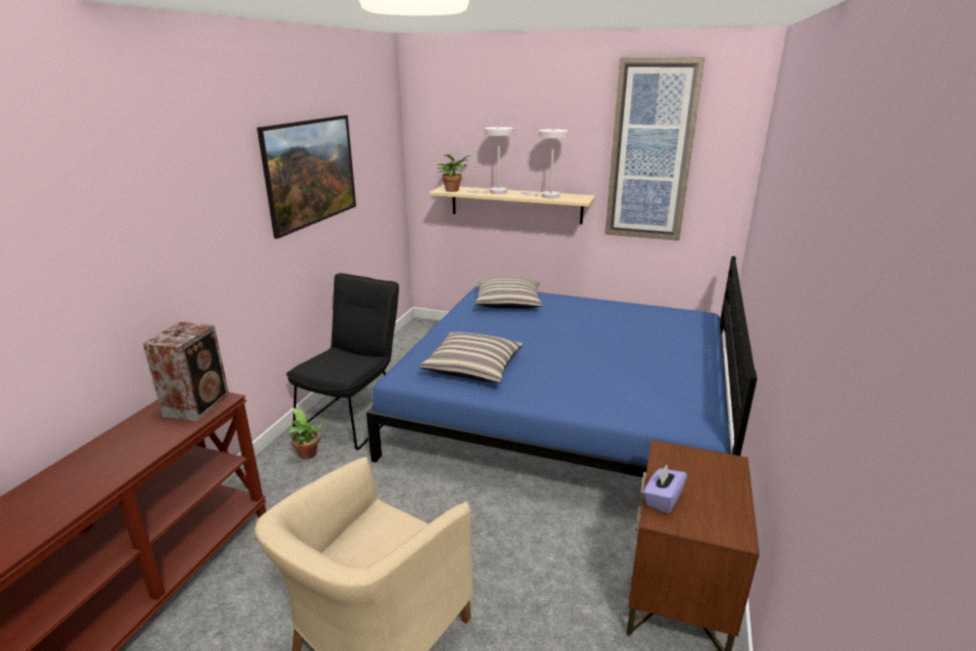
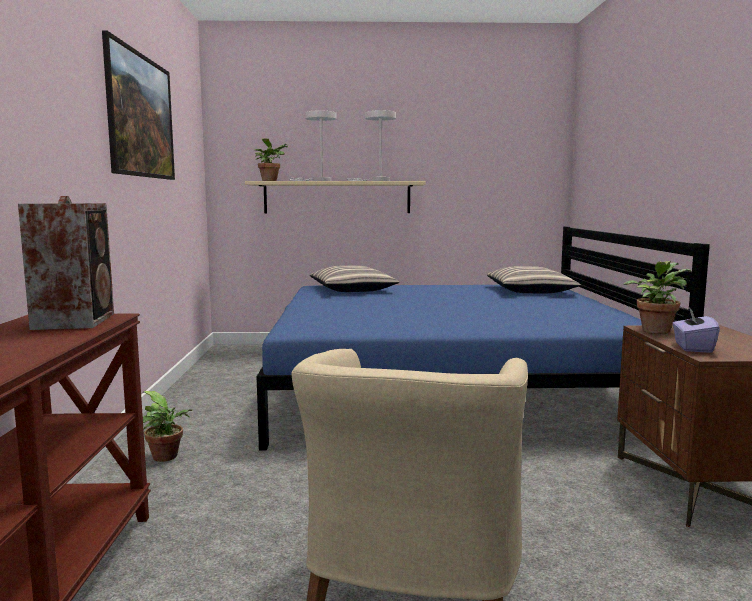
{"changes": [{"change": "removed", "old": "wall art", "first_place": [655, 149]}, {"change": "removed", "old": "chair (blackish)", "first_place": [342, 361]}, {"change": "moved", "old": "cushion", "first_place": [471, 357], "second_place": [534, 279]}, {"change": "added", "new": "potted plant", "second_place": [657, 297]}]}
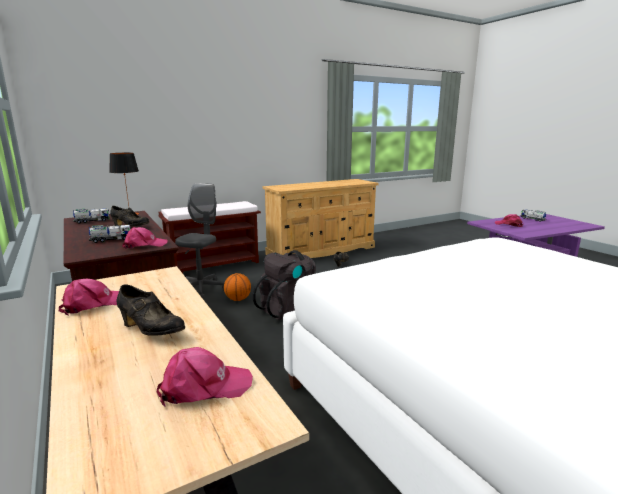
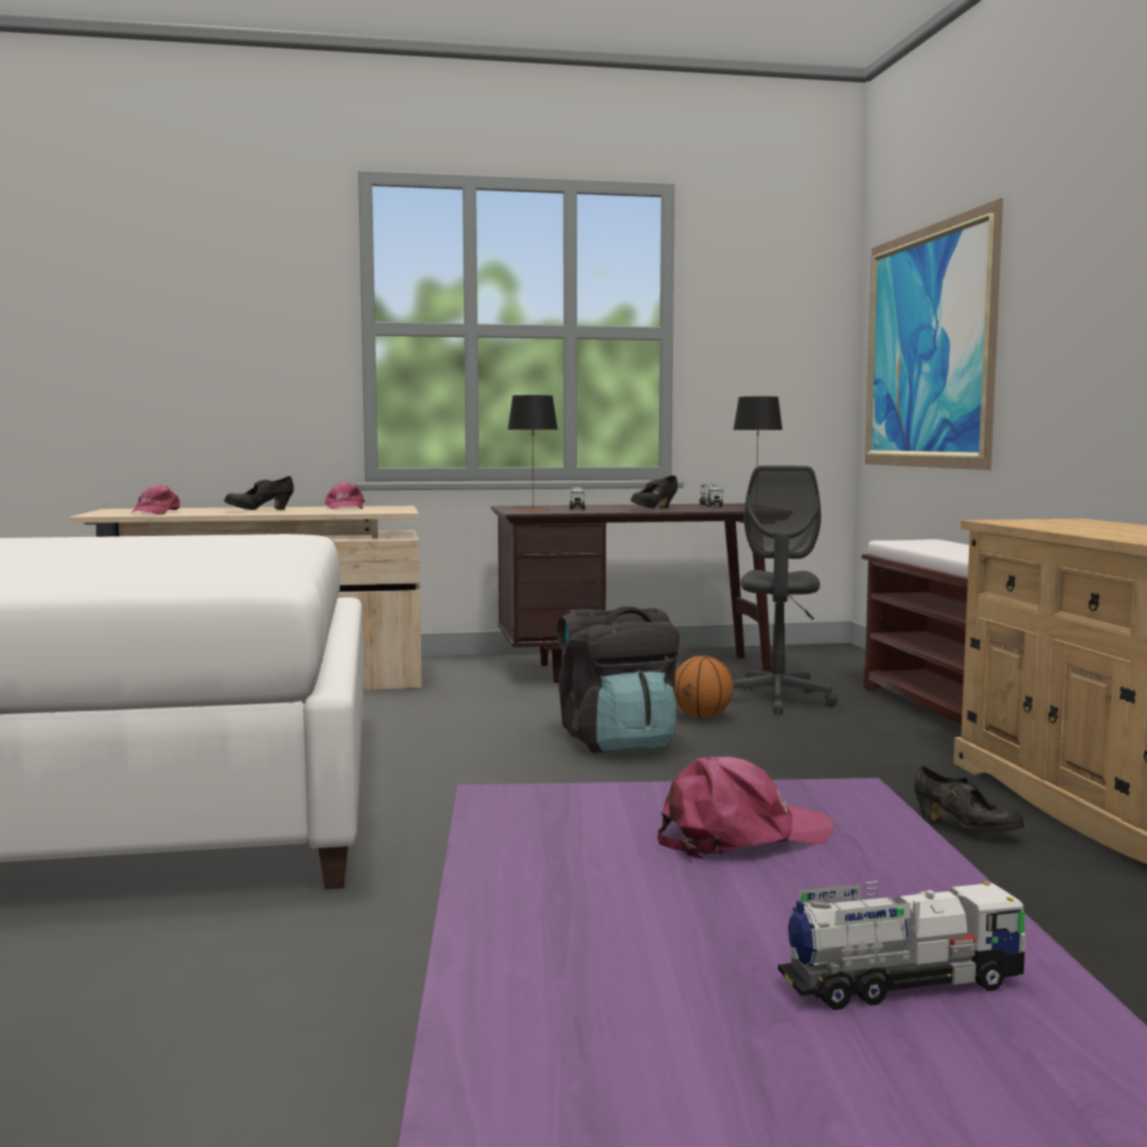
{"changes": [{"change": "turned", "old": "computer chair (grey)", "first_place": [200, 241], "second_place": [785, 590], "degrees": 60}, {"change": "replaced", "old": "baseball cap (pinkish)", "new": "tabletop lamp", "first_place": [145, 238], "second_place": [533, 453]}, {"change": "added", "new": "wall art", "second_place": [934, 334]}]}
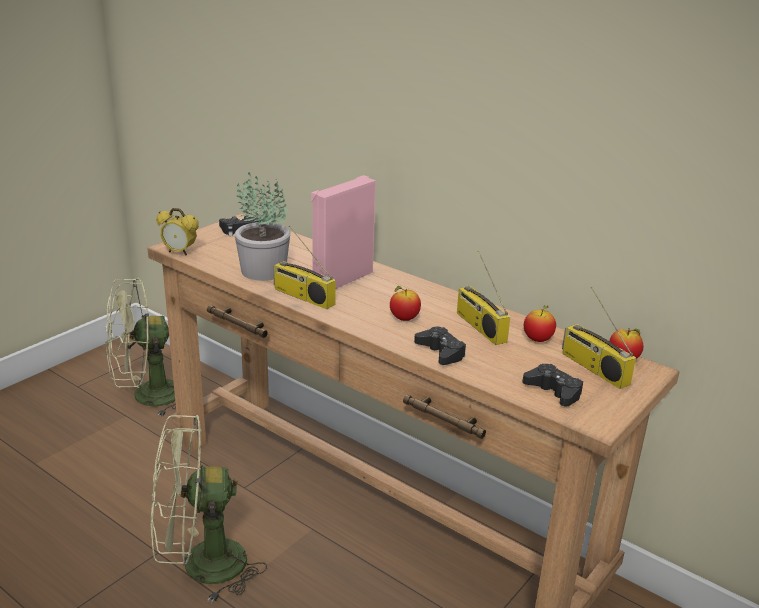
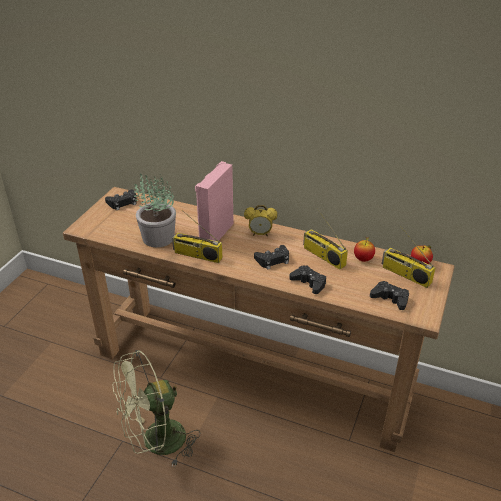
{"changes": [{"change": "moved", "old": "alarm clock", "first_place": [177, 232], "second_place": [260, 220]}, {"change": "removed", "old": "fan (green)", "first_place": [140, 347]}, {"change": "replaced", "old": "apple fruit", "new": "gamepad (blackish)", "first_place": [405, 303], "second_place": [271, 257]}]}
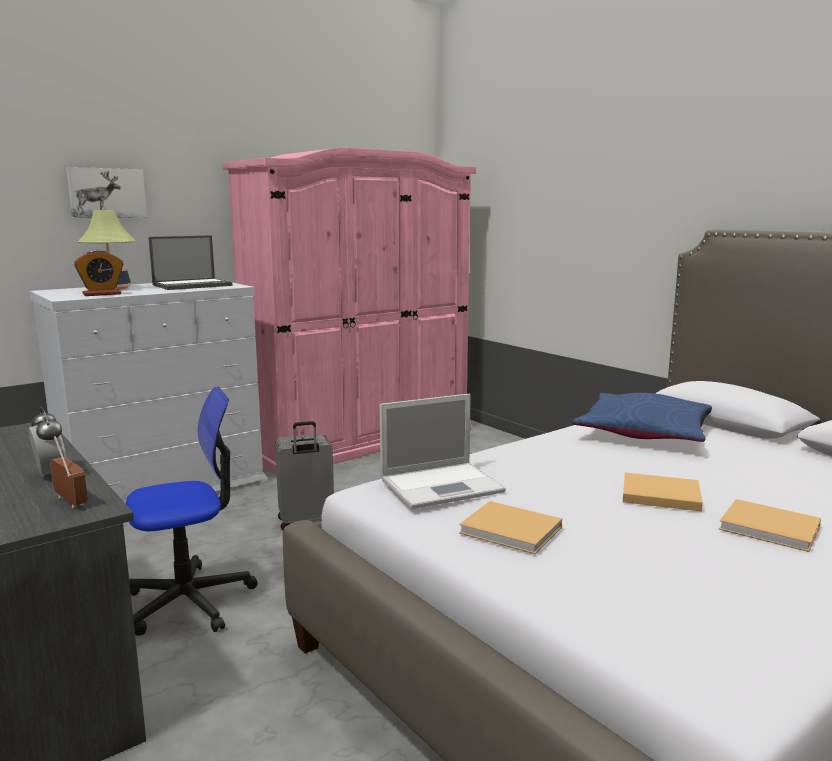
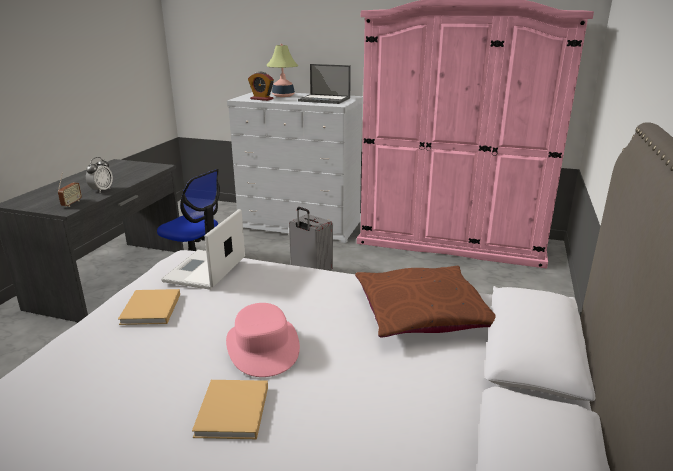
{"changes": [{"change": "removed", "old": "wall art", "first_place": [106, 192]}, {"change": "recoloured", "old": "cushion (bluish)", "new": "cushion (brownish)", "first_place": [642, 417], "second_place": [425, 301]}, {"change": "turned", "old": "laptop", "first_place": [443, 451], "second_place": [203, 249], "degrees": 75}, {"change": "replaced", "old": "book (beige)", "new": "clothing hat (pinkish)", "first_place": [663, 492], "second_place": [263, 340]}]}
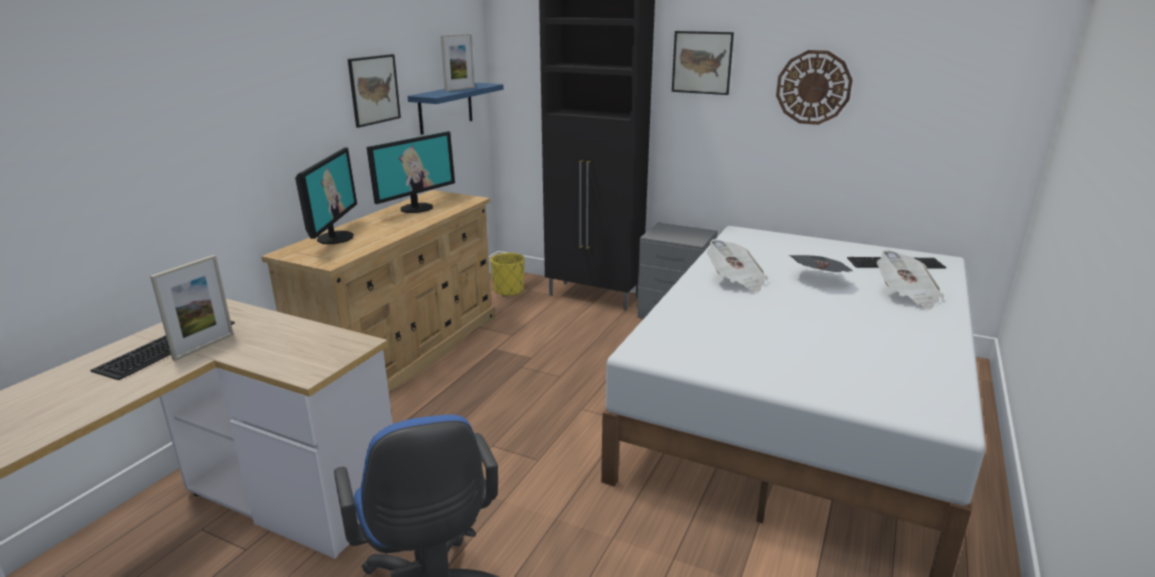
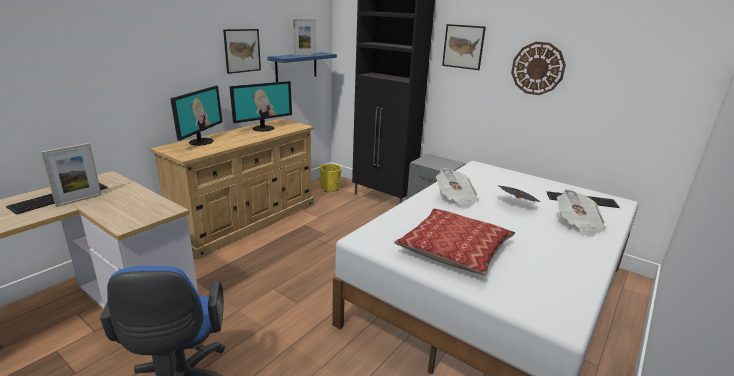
{"changes": [{"change": "added", "new": "cushion", "second_place": [454, 242]}]}
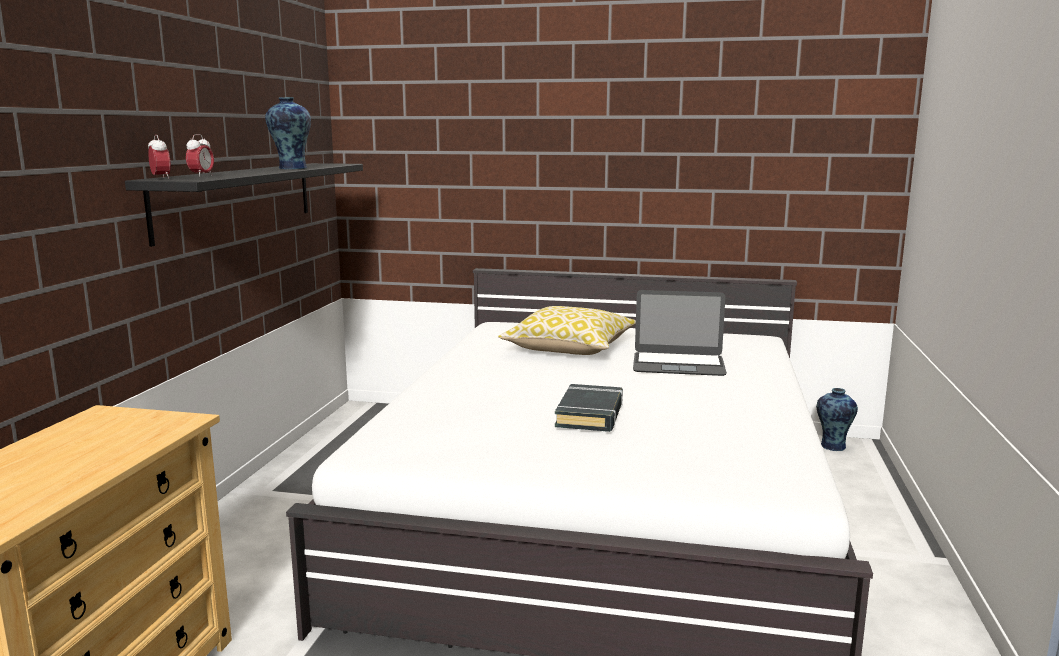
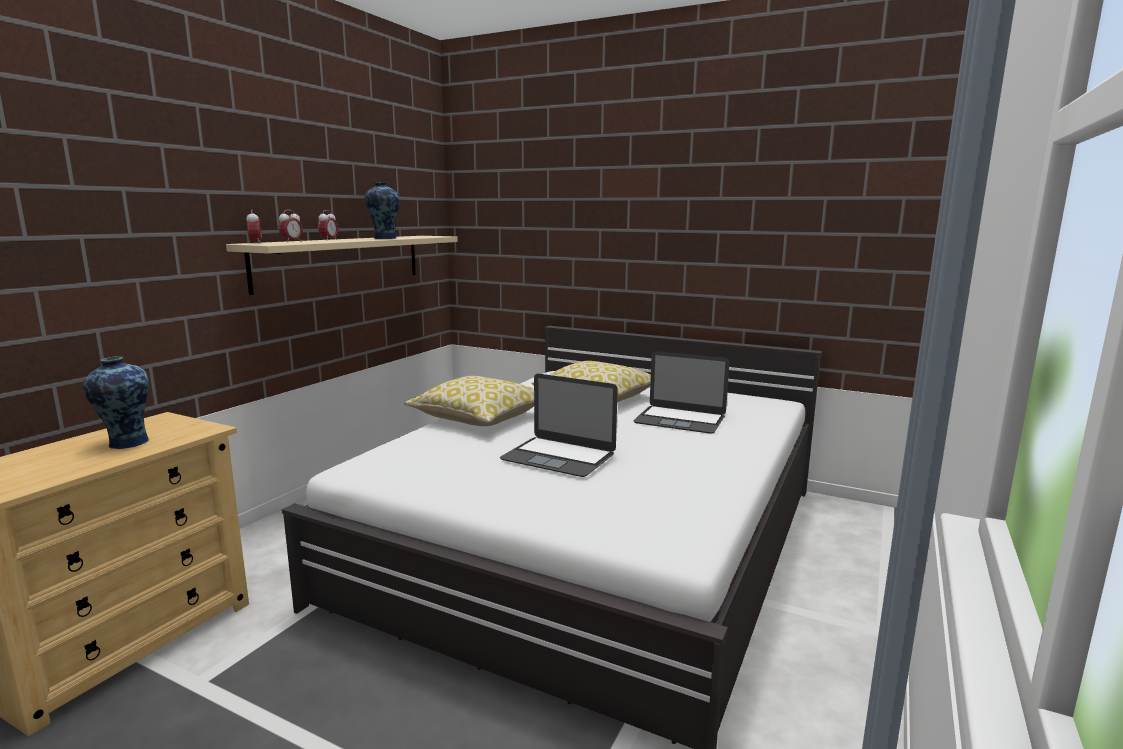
{"changes": [{"change": "recoloured", "old": "shelf (blackish)", "new": "shelf (beige)", "first_place": [244, 205], "second_place": [342, 265]}, {"change": "replaced", "old": "book (blackish)", "new": "laptop", "first_place": [589, 408], "second_place": [559, 425]}, {"change": "moved", "old": "vase", "first_place": [837, 419], "second_place": [116, 402]}, {"change": "added", "new": "alarm clock", "second_place": [328, 225]}, {"change": "added", "new": "cushion", "second_place": [469, 401]}]}
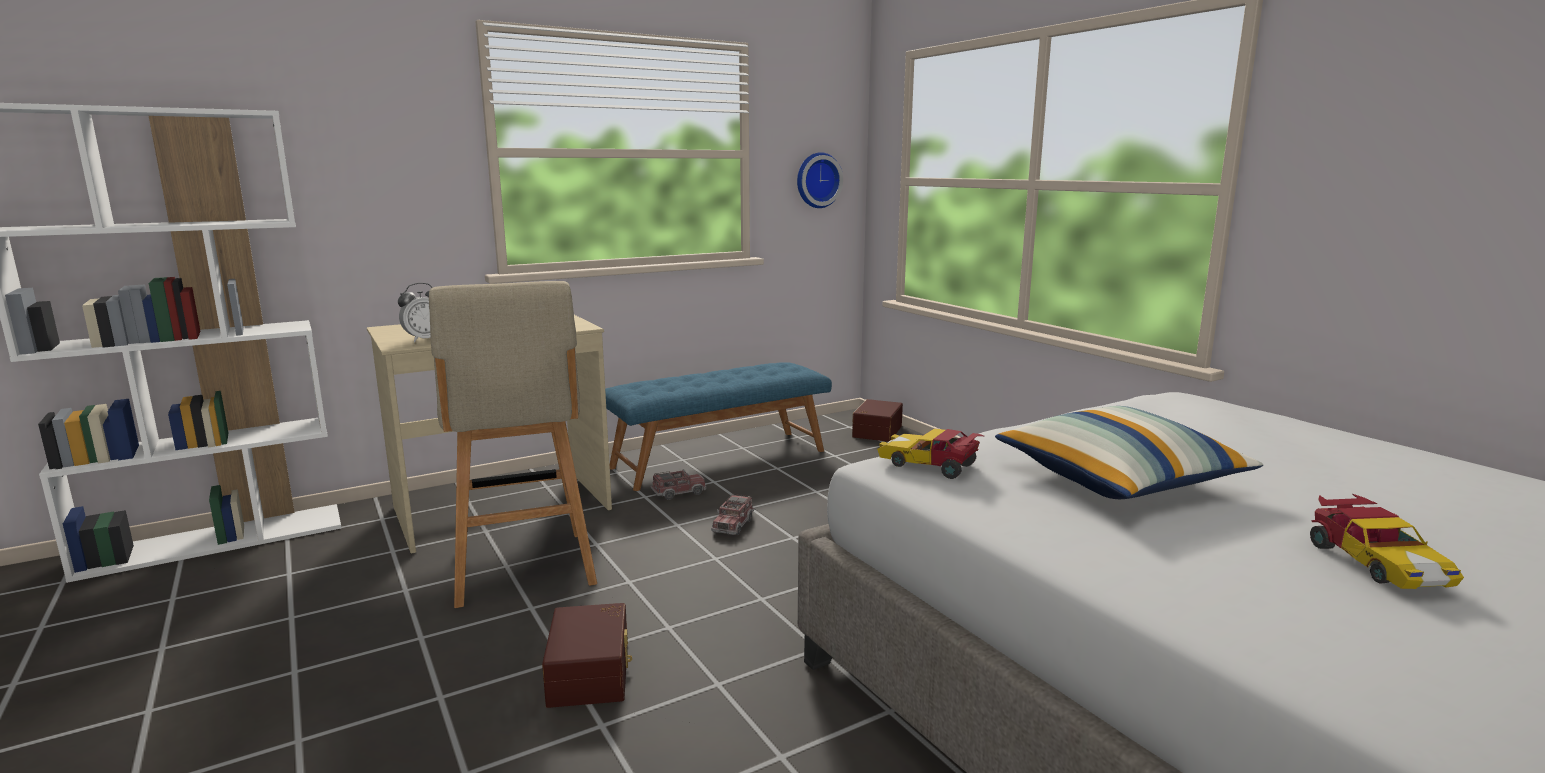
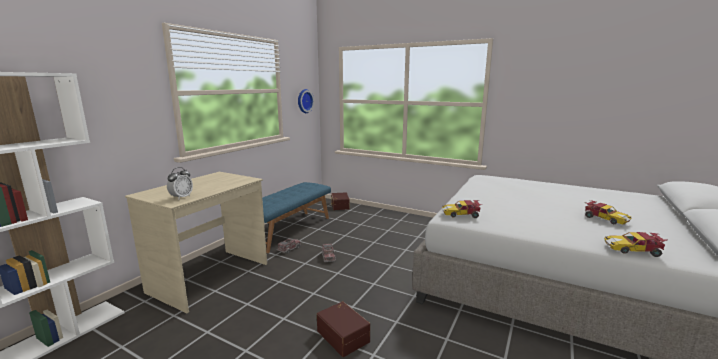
{"changes": [{"change": "removed", "old": "sitting stool (beige)", "first_place": [513, 444]}, {"change": "removed", "old": "cushion", "first_place": [1129, 452]}, {"change": "added", "new": "miniature car", "second_place": [635, 244]}]}
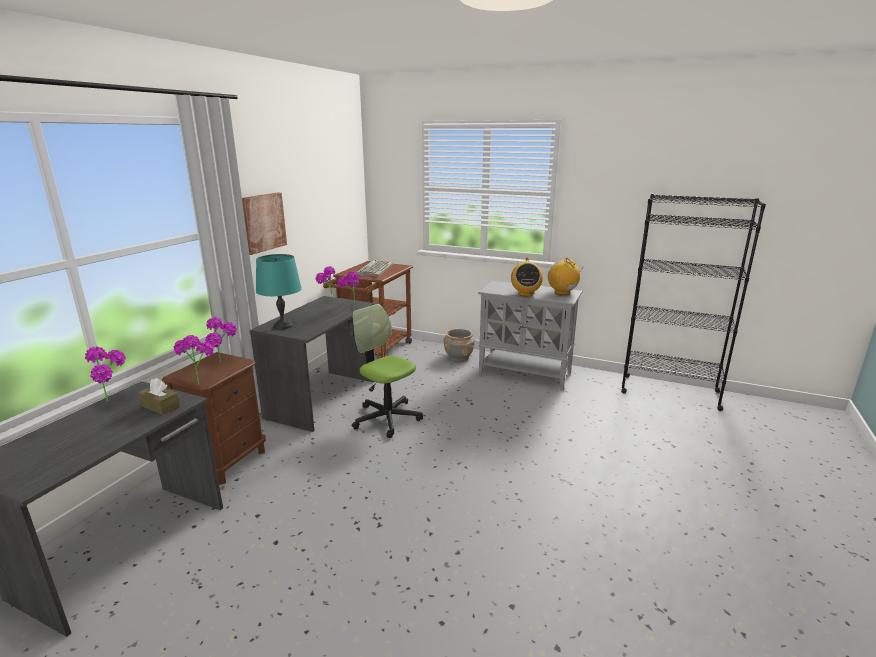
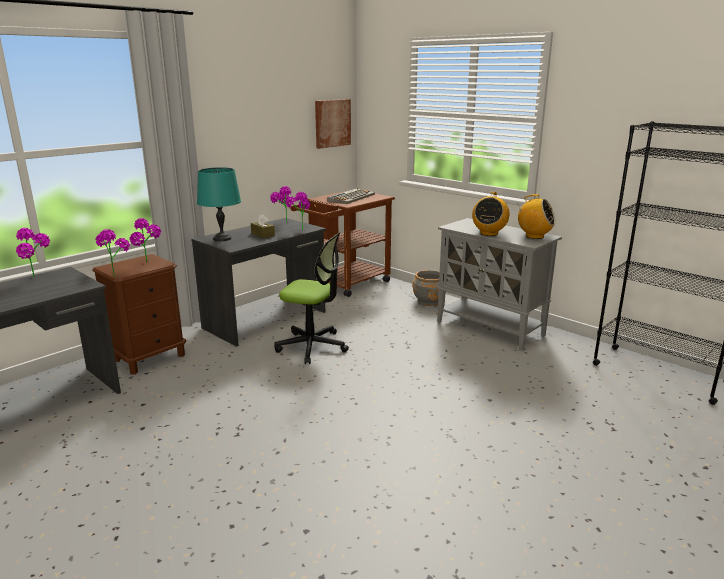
{"changes": [{"change": "moved", "old": "wall art", "first_place": [264, 224], "second_place": [333, 124]}, {"change": "turned", "old": "radio set", "first_place": [566, 276], "second_place": [536, 216], "degrees": 135}, {"change": "turned", "old": "computer chair", "first_place": [387, 371], "second_place": [311, 298], "degrees": 135}, {"change": "moved", "old": "box of tissues (brownish)", "first_place": [159, 396], "second_place": [263, 226]}]}
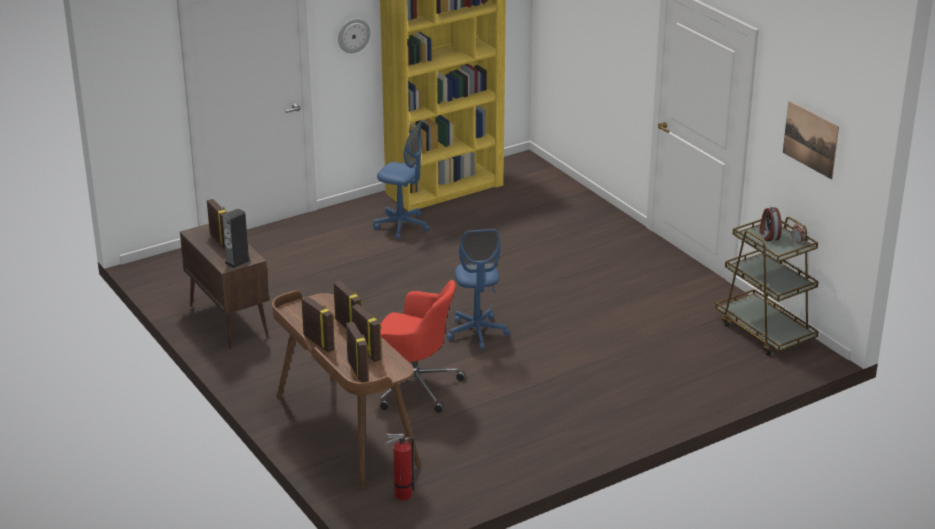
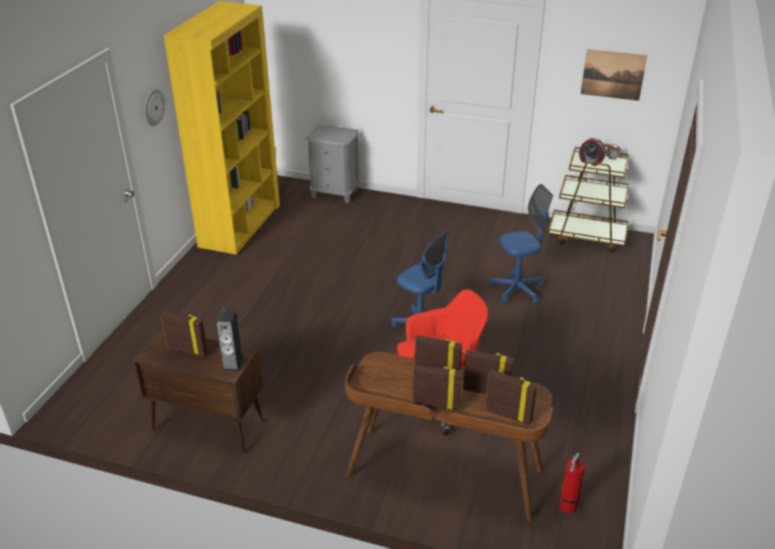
{"changes": [{"change": "moved", "old": "computer chair (bluish)", "first_place": [401, 180], "second_place": [521, 244]}, {"change": "added", "new": "night table (grey)", "second_place": [333, 164]}]}
